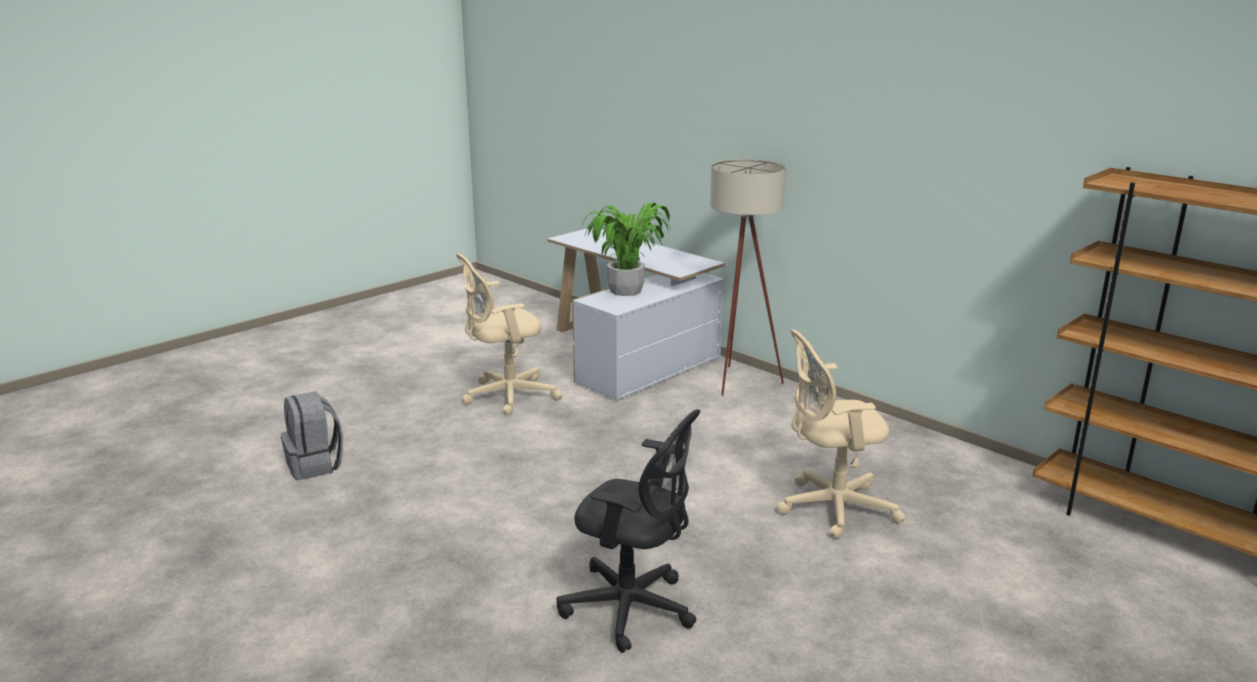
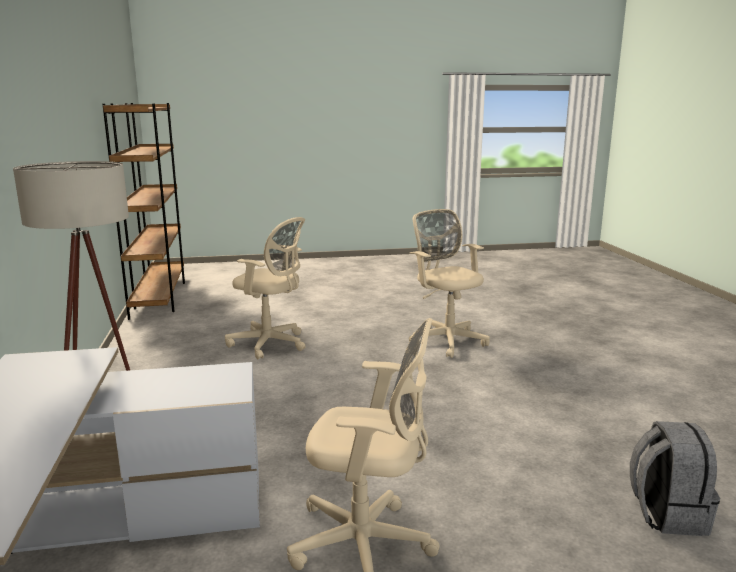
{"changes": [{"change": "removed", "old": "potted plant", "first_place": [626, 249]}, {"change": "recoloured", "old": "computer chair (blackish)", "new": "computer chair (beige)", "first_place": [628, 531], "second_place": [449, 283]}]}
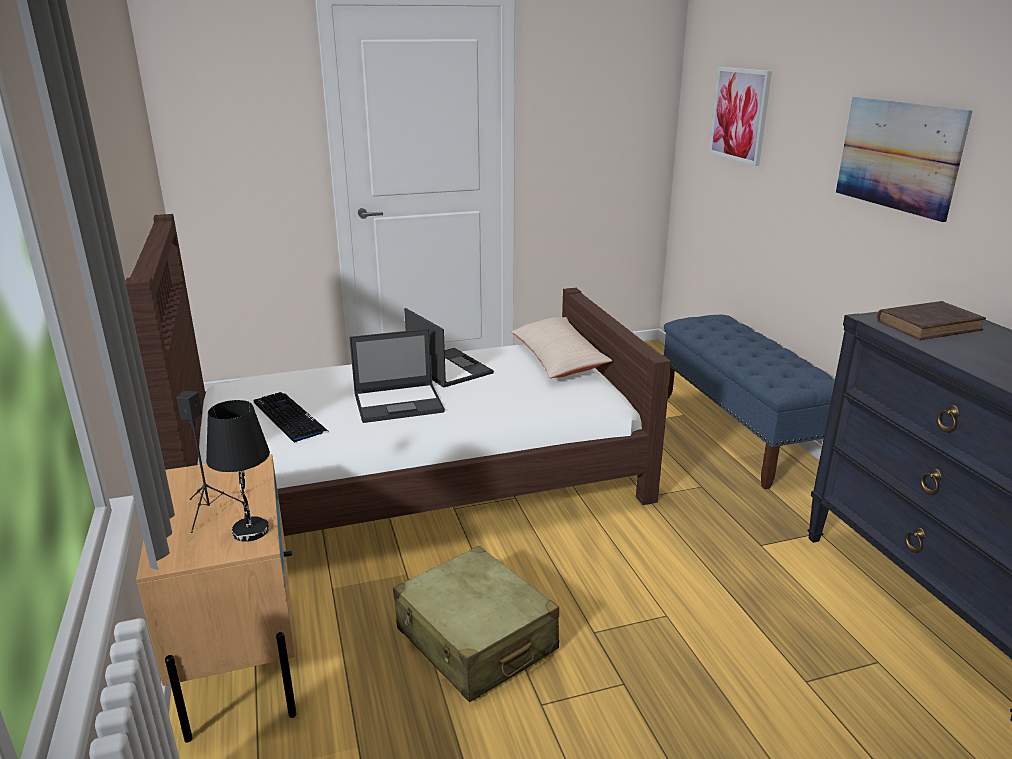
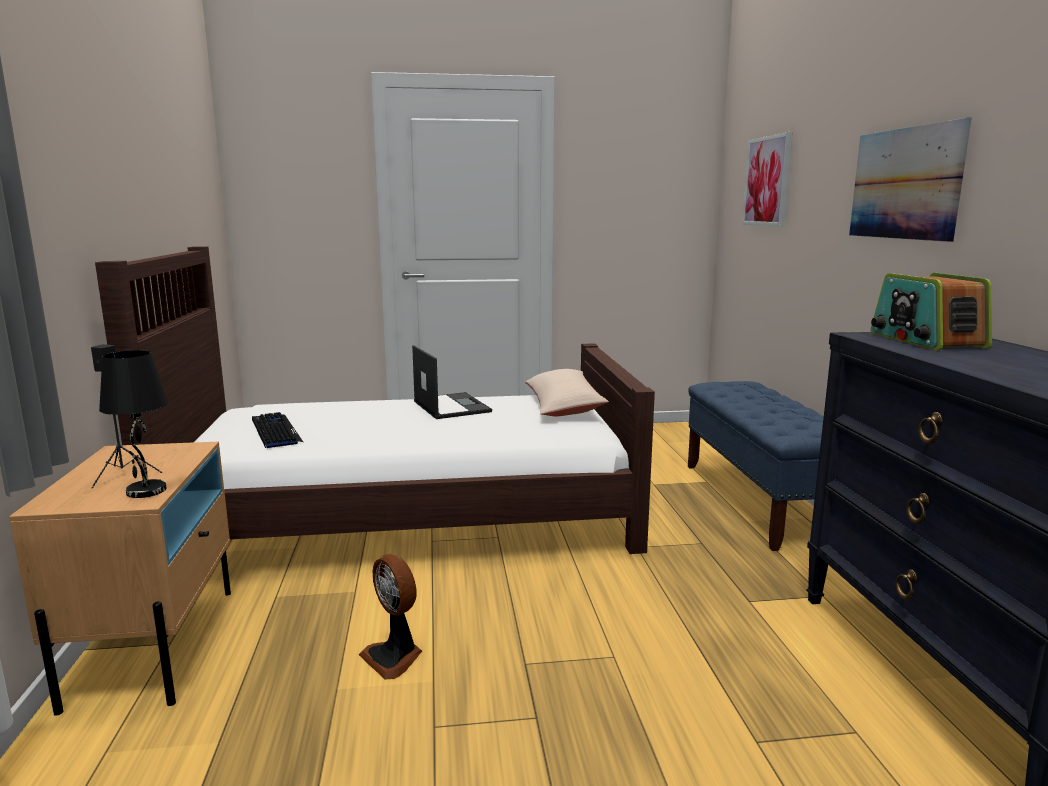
{"changes": [{"change": "replaced", "old": "book (brownish)", "new": "radio set", "first_place": [931, 320], "second_place": [931, 311]}, {"change": "removed", "old": "laptop", "first_place": [397, 376]}, {"change": "replaced", "old": "travel case (beige)", "new": "fan", "first_place": [476, 624], "second_place": [390, 617]}]}
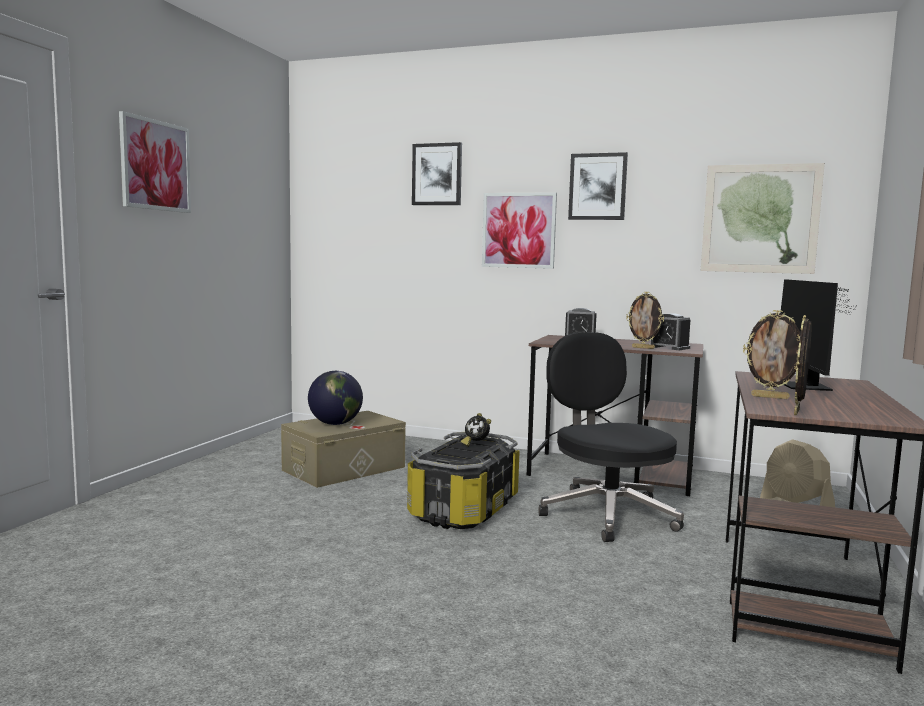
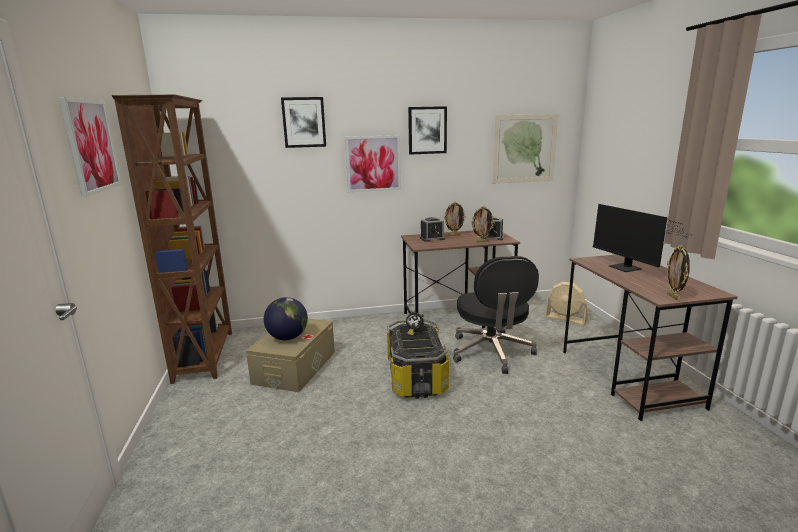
{"changes": [{"change": "moved", "old": "photo frame", "first_place": [771, 354], "second_place": [455, 219]}, {"change": "turned", "old": "computer chair (blackish)", "first_place": [611, 437], "second_place": [496, 315], "degrees": -135}, {"change": "added", "new": "shelving unit (brownish)", "second_place": [172, 239]}]}
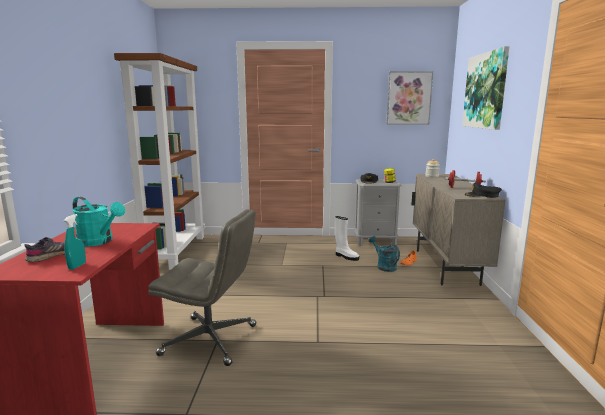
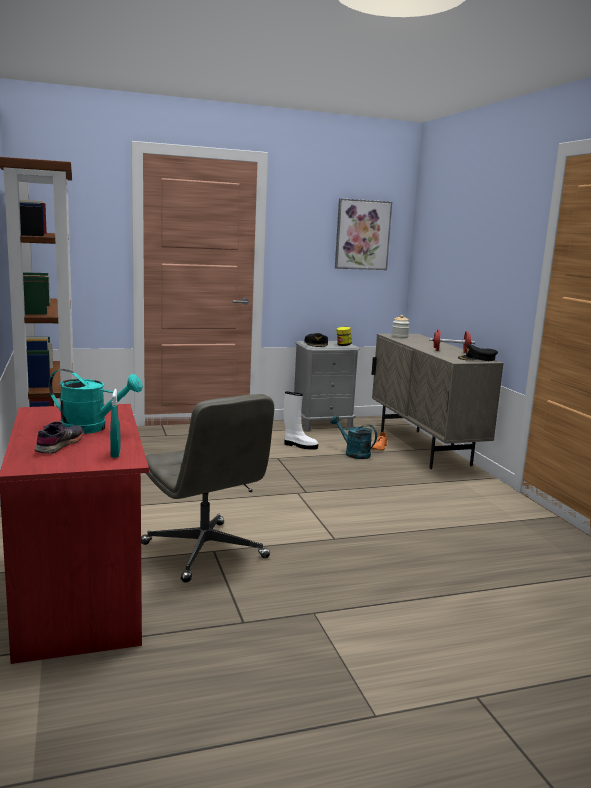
{"changes": [{"change": "removed", "old": "wall art", "first_place": [486, 88]}, {"change": "turned", "old": "computer chair (grey)", "first_place": [202, 287], "second_place": [207, 488], "degrees": 60}]}
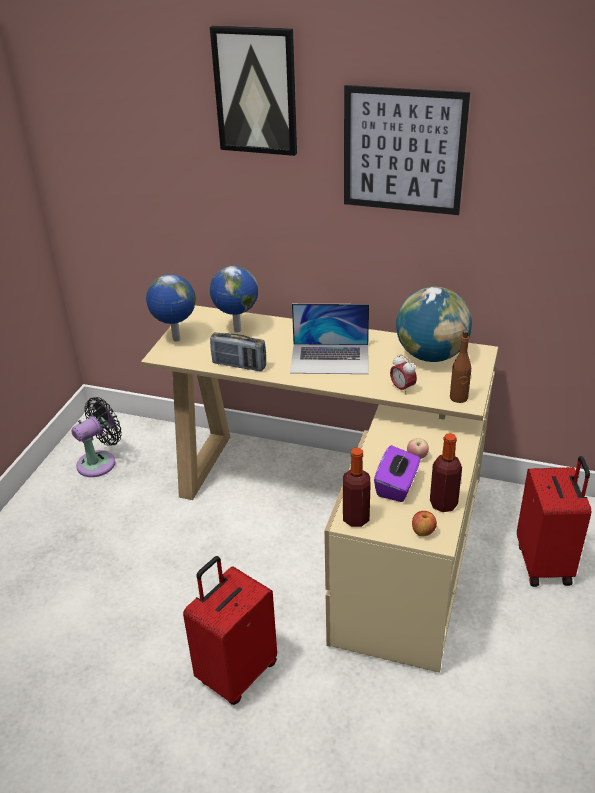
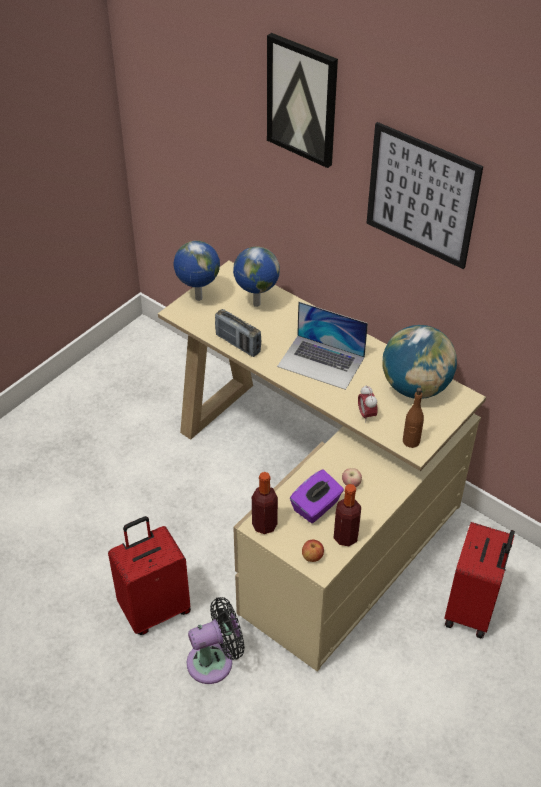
{"changes": [{"change": "moved", "old": "fan (blackish)", "first_place": [96, 437], "second_place": [216, 640]}]}
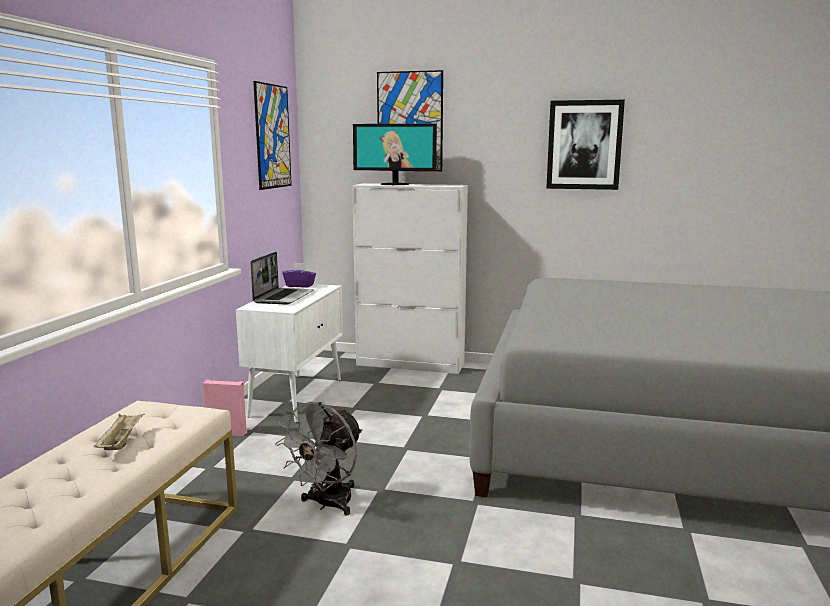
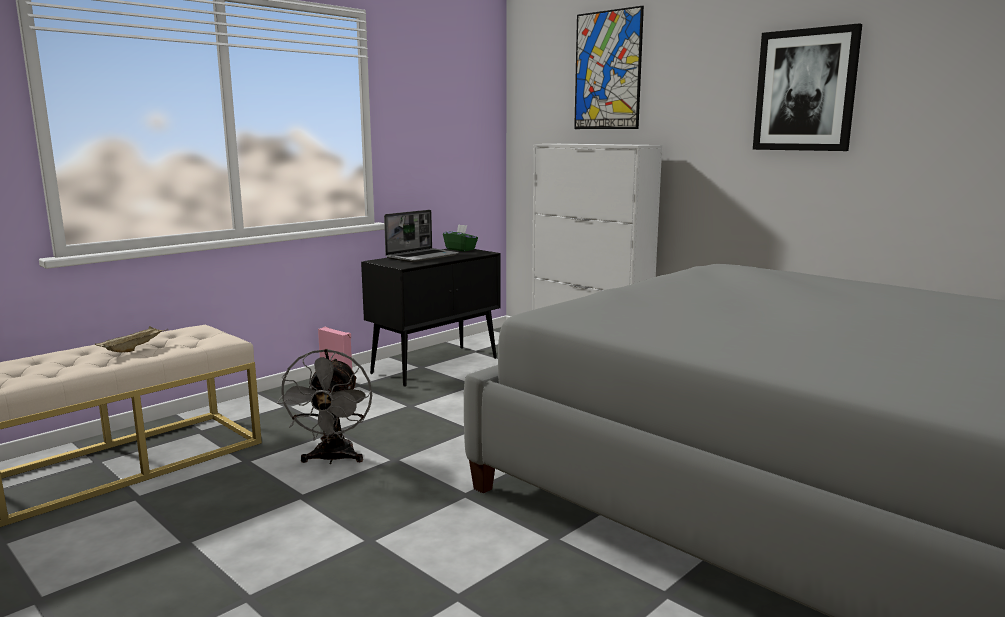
{"changes": [{"change": "removed", "old": "wall art", "first_place": [272, 135]}, {"change": "removed", "old": "computer screen", "first_place": [395, 154]}, {"change": "recoloured", "old": "box of tissues (purple)", "new": "box of tissues (green)", "first_place": [299, 275], "second_place": [460, 237]}, {"change": "recoloured", "old": "storage cabinet (white-coloured)", "new": "storage cabinet (blackish)", "first_place": [289, 353], "second_place": [430, 318]}, {"change": "turned", "old": "fan (grey)", "first_place": [318, 458], "second_place": [324, 406], "degrees": -60}]}
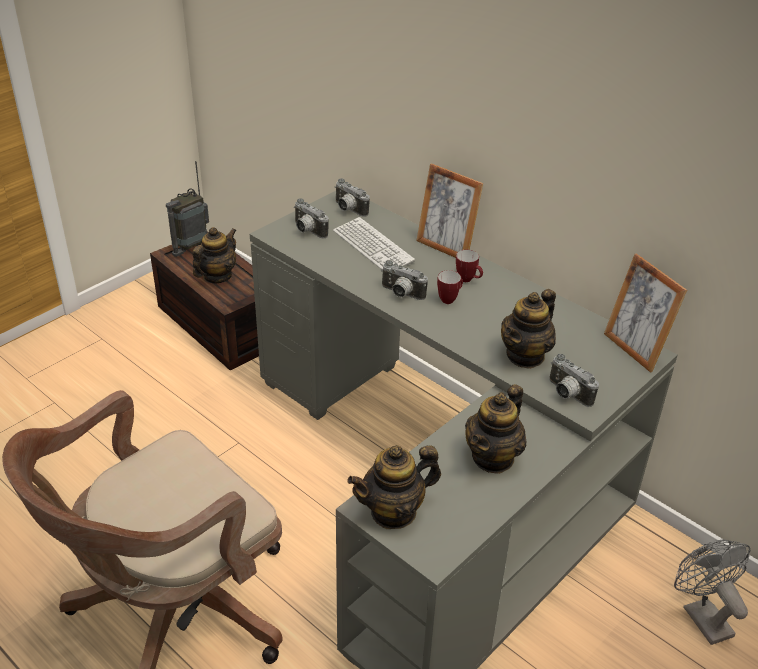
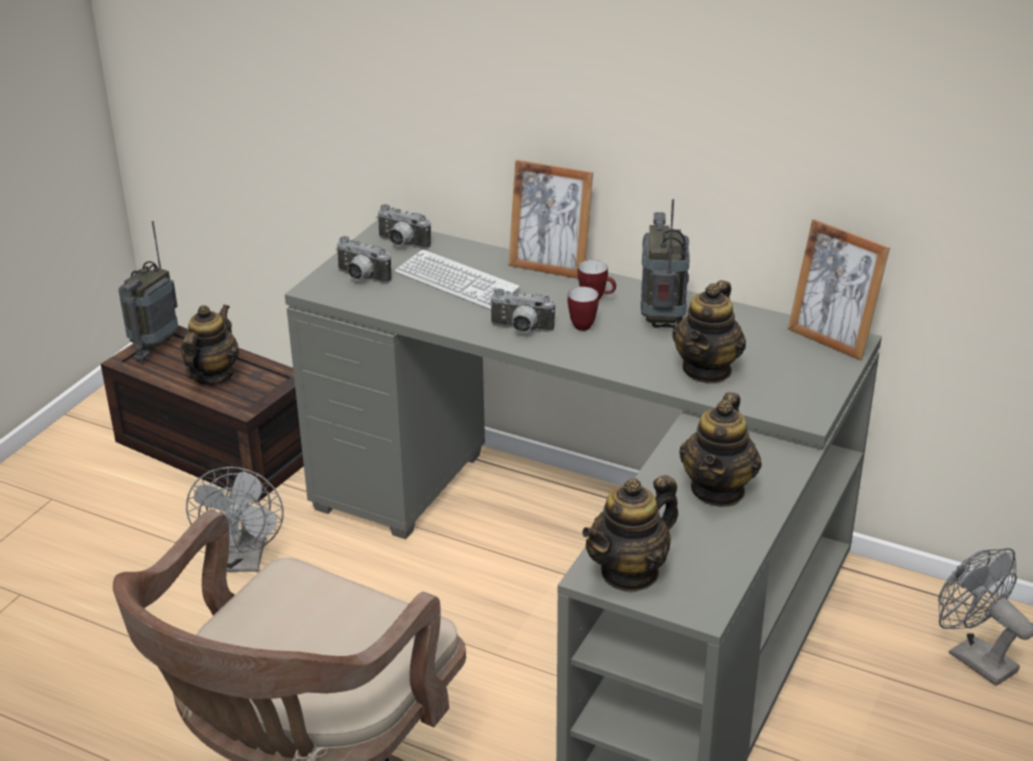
{"changes": [{"change": "removed", "old": "still camera", "first_place": [574, 380]}, {"change": "added", "new": "radio set", "second_place": [665, 263]}, {"change": "added", "new": "fan (grey)", "second_place": [235, 519]}]}
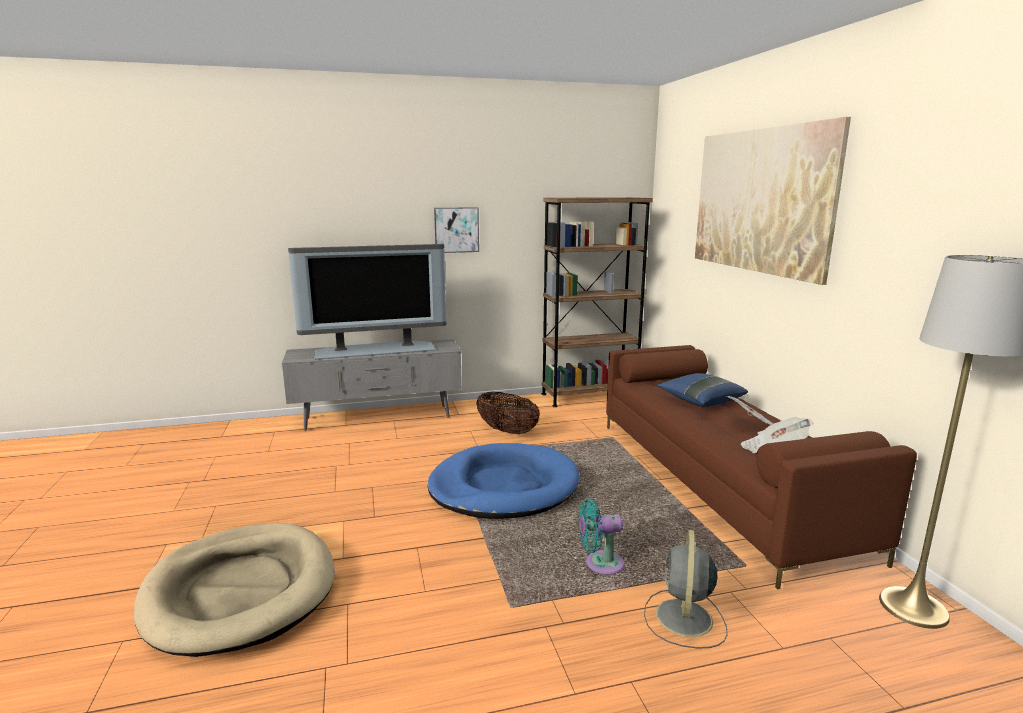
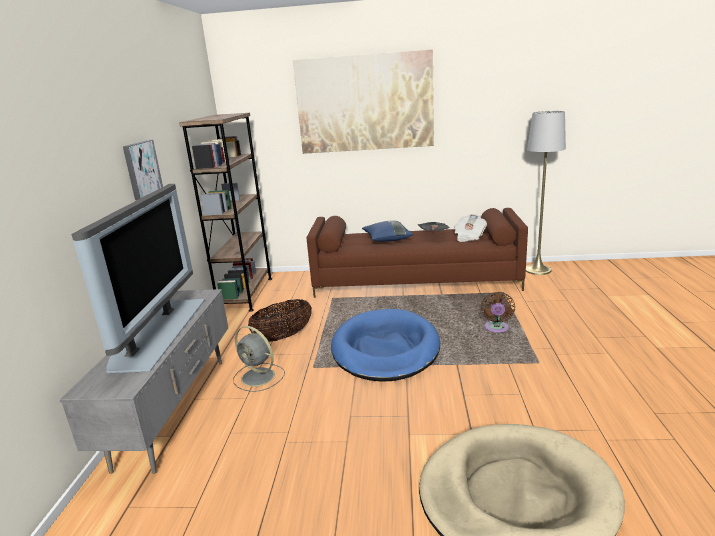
{"changes": [{"change": "recoloured", "old": "fan (turquoise-coloured)", "new": "fan (brownish)", "first_place": [602, 536], "second_place": [498, 312]}, {"change": "moved", "old": "fan (grey)", "first_place": [686, 589], "second_place": [259, 359]}]}
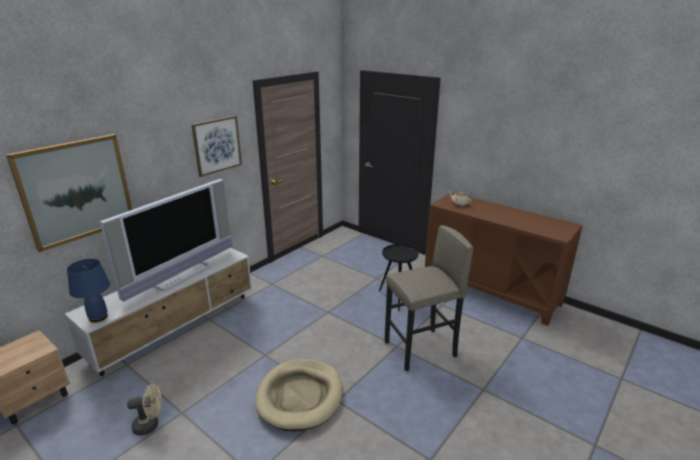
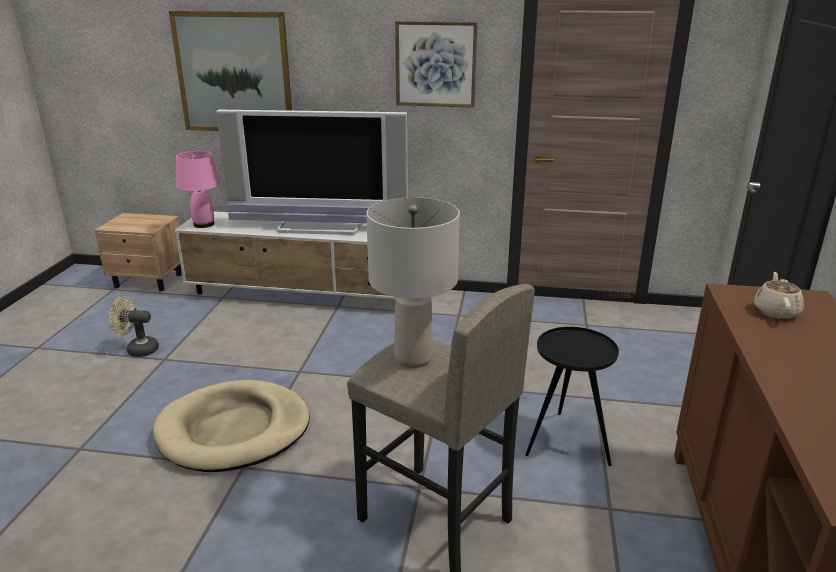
{"changes": [{"change": "recoloured", "old": "tabletop lamp (bluish)", "new": "tabletop lamp (pinkish)", "first_place": [88, 291], "second_place": [198, 189]}, {"change": "turned", "old": "fan (beige)", "first_place": [144, 410], "second_place": [134, 326], "degrees": 135}, {"change": "added", "new": "tabletop lamp (grey)", "second_place": [413, 282]}]}
